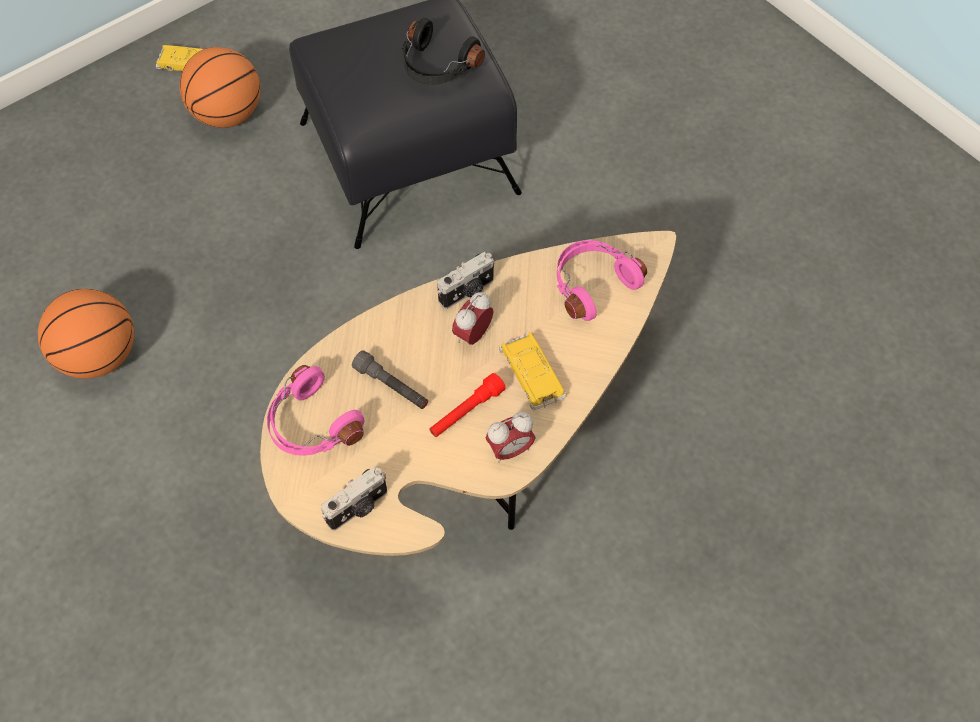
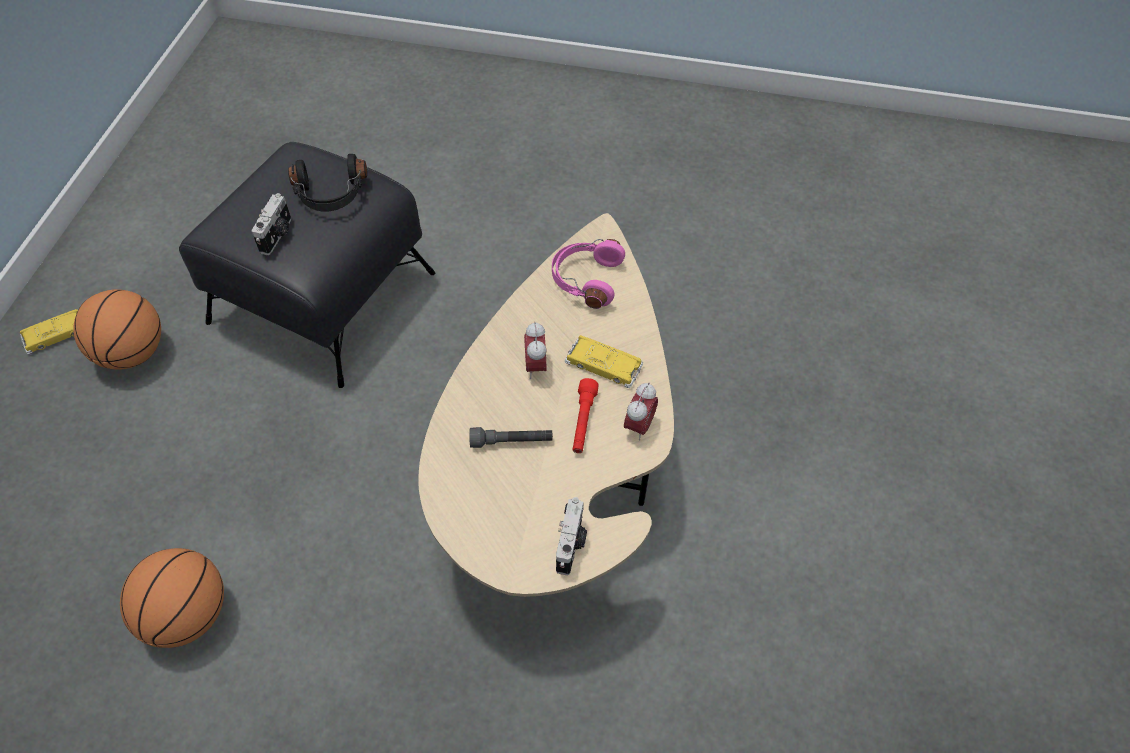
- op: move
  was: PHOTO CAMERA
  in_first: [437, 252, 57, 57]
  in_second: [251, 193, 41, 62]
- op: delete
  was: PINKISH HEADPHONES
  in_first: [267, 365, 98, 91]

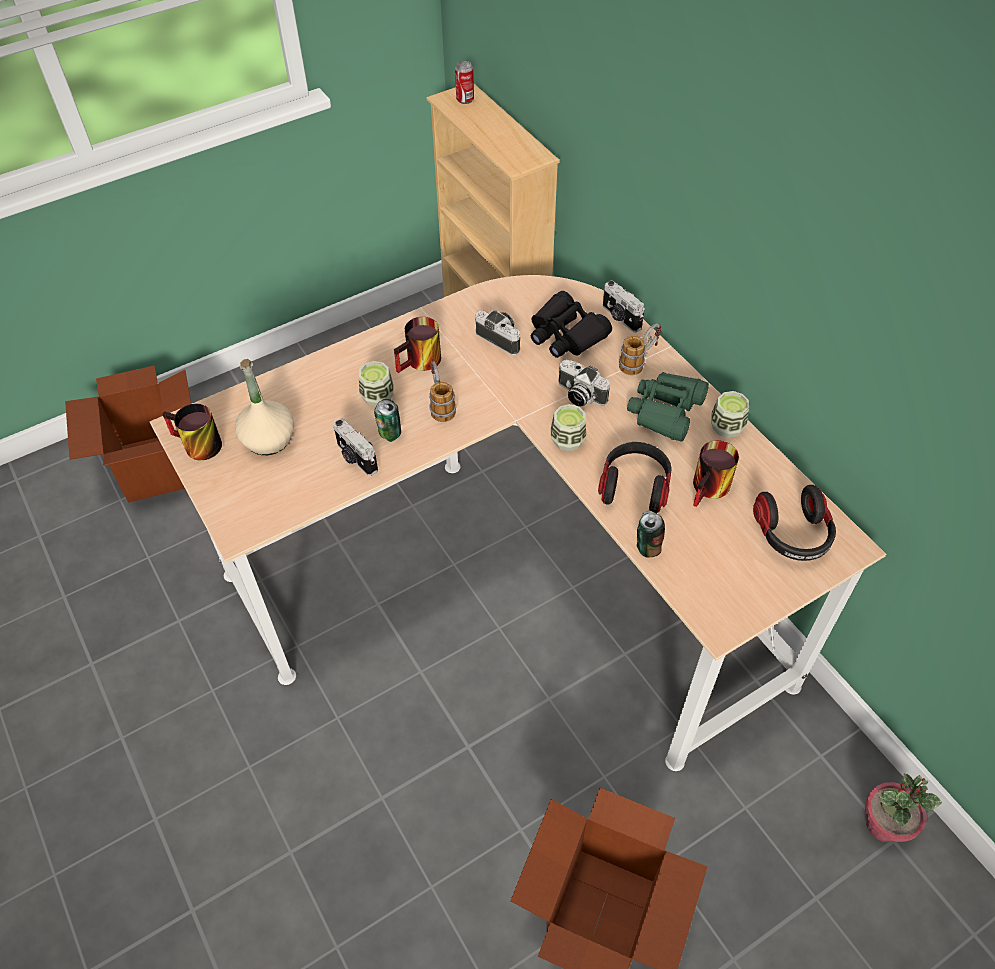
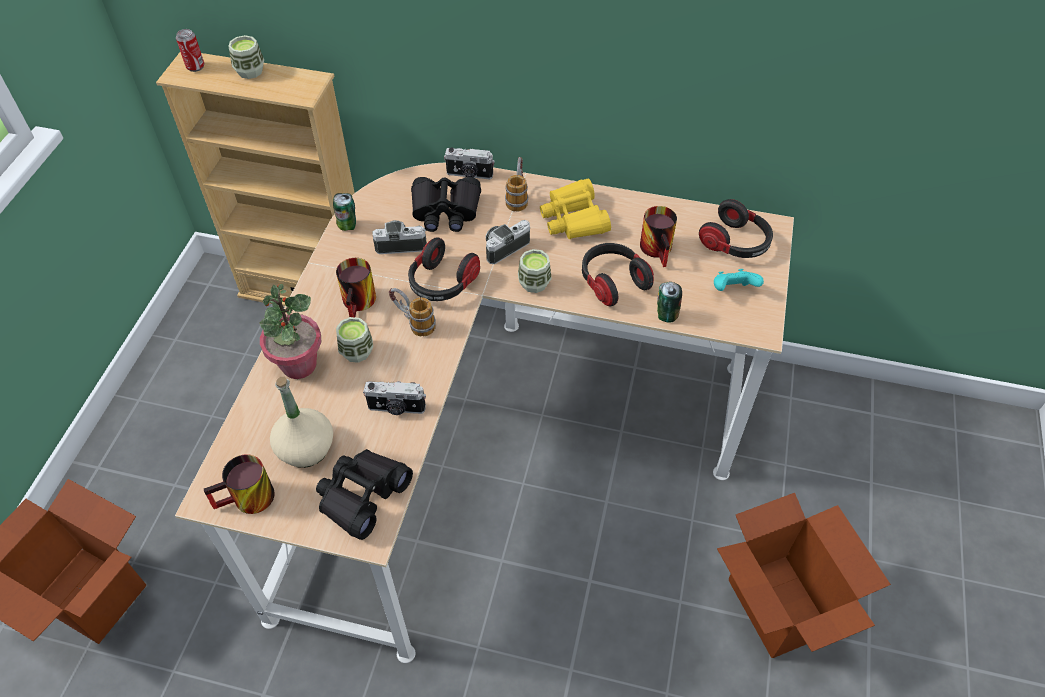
- op: move
  was: CUP
  in_first: [711, 391, 38, 47]
  in_second: [228, 35, 36, 44]
- op: move
  was: POTTED PLANT
  in_first: [865, 774, 77, 68]
  in_second: [259, 284, 62, 95]
- op: insert
  now: BLACK-COLOURED BINOCULARS
  in_second: [316, 449, 97, 91]
- op: move
  was: SEALED CAN
  in_first: [374, 399, 27, 43]
  in_second: [333, 193, 23, 38]
- op: insert
  now: HEADPHONES
  in_second: [408, 237, 72, 64]
- op: rotate
  was: PHOTO CAMERA
  in_first: [558, 360, 52, 47]
  in_second: [485, 220, 45, 44]
  clockwise: 150
- op: recolor
  was: GREENISH BINOCULARS
  now: YELLOW BINOCULARS
  in_first: [627, 372, 82, 69]
  in_second: [540, 179, 71, 60]
- op: insert
  now: TURQUOISE-COLOURED JOYPAD
  in_second: [714, 269, 50, 22]

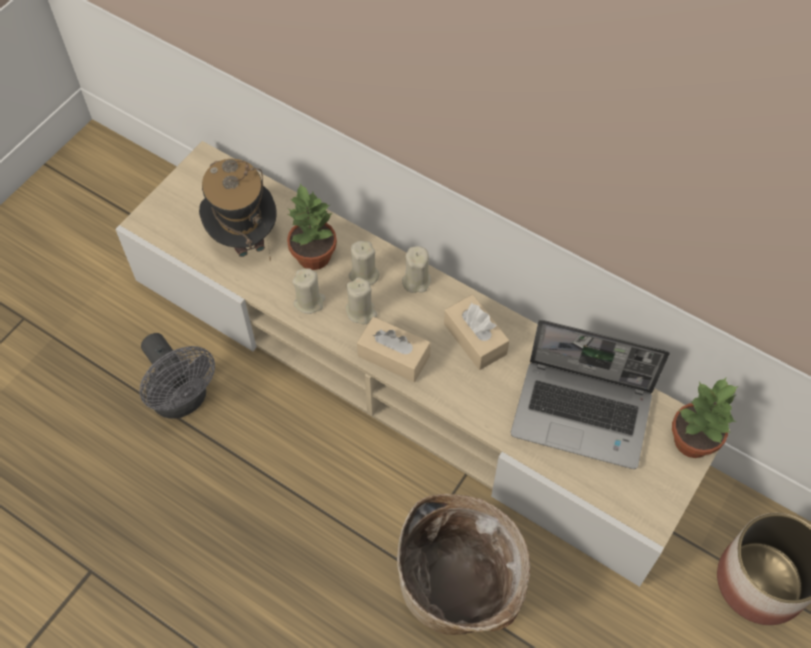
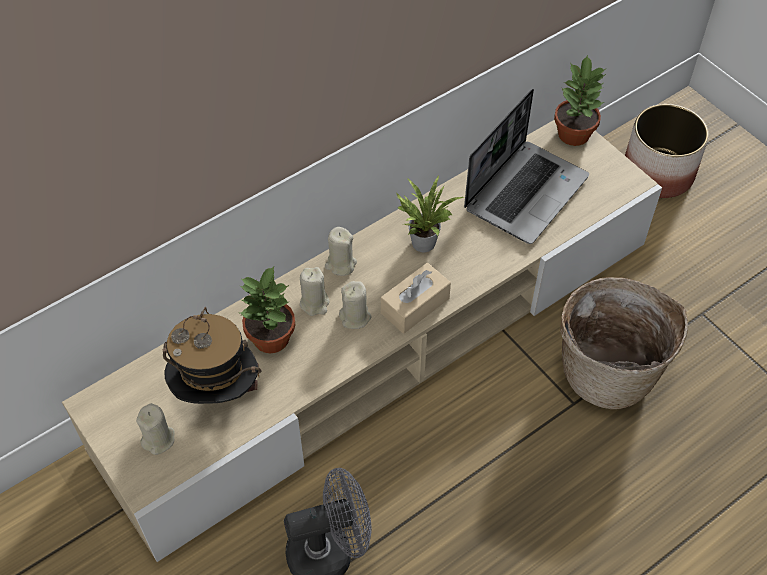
- op: move
  was: SAND-COLOURED CANDLE
  in_first: [292, 268, 34, 46]
  in_second: [136, 403, 39, 52]
- op: replace
  was: SAND-COLOURED BOX OF TISSUES
  now: POTTED PLANT
  in_first: [444, 294, 65, 76]
  in_second: [396, 175, 67, 77]

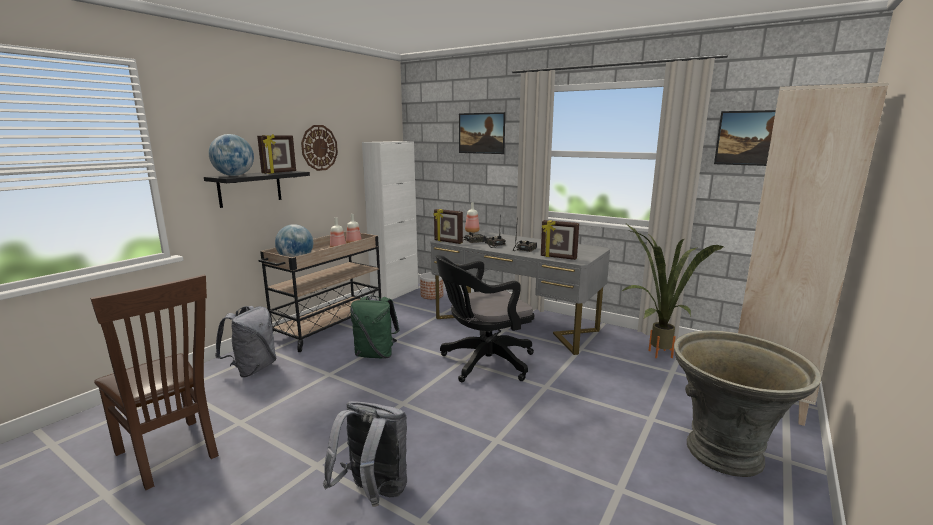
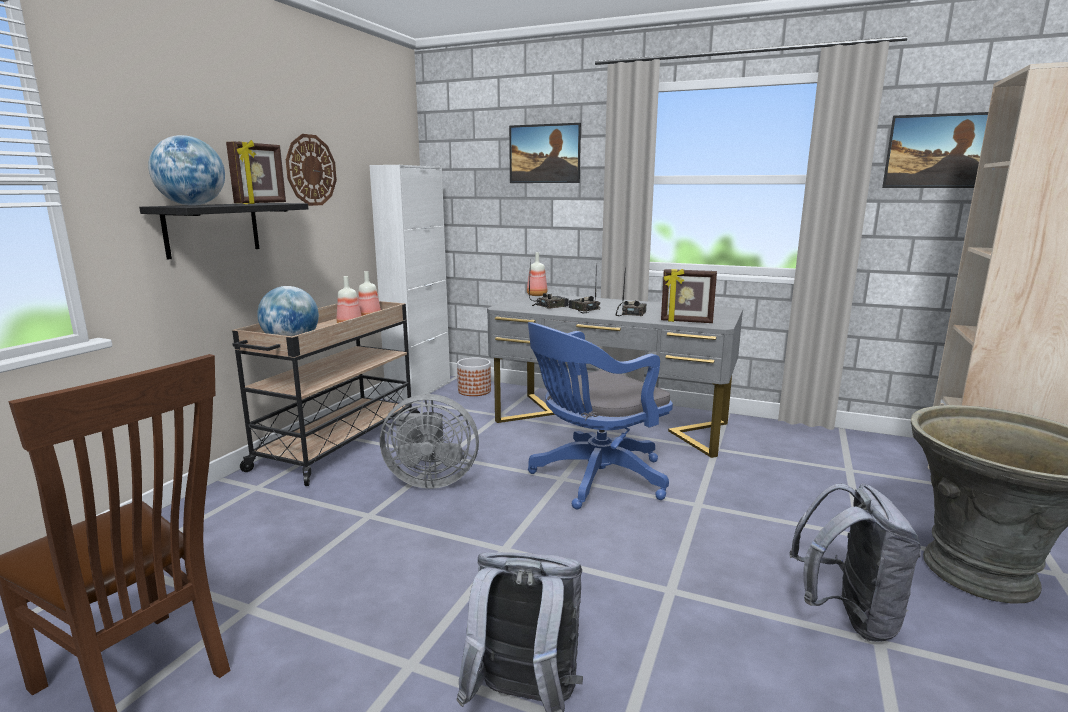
- op: replace
  was: GREENISH KNAPSACK
  now: GREYISH COOLING FAN
  in_first: [350, 296, 49, 63]
  in_second: [380, 394, 99, 95]
- op: recolor
  was: BLACK-COLOURED OFFICE CHAIR
  now: BLUE OFFICE CHAIR
  in_first: [436, 255, 98, 127]
  in_second: [528, 322, 145, 187]
- op: move
  was: GREYISH KNAPSACK
  in_first: [215, 306, 62, 72]
  in_second: [789, 483, 132, 159]
- op: delete
  was: PICTURE FRAME
  in_first: [433, 209, 30, 35]
- op: delete
  was: POTTED PLANT
  in_first: [620, 224, 104, 135]

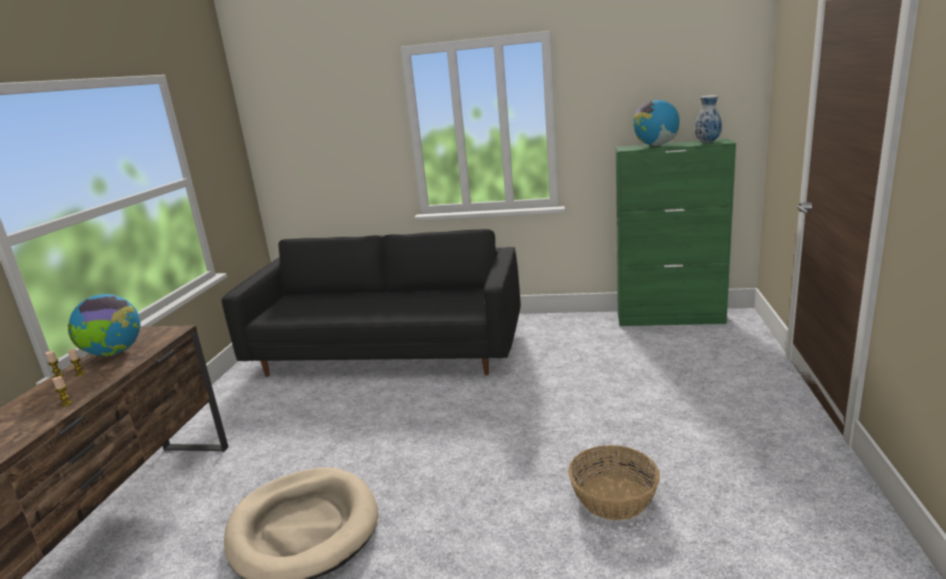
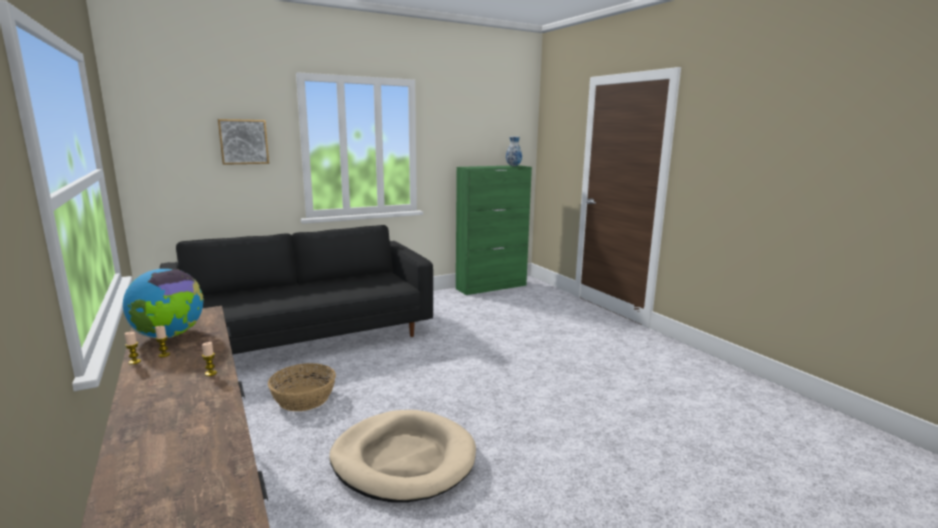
- op: insert
  now: WALL PICTURE
  in_second: [218, 119, 51, 46]
- op: move
  was: STORAGE BASKET
  in_first: [568, 445, 92, 75]
  in_second: [268, 363, 68, 48]
- op: delete
  was: GLOBE
  in_first: [633, 100, 47, 46]

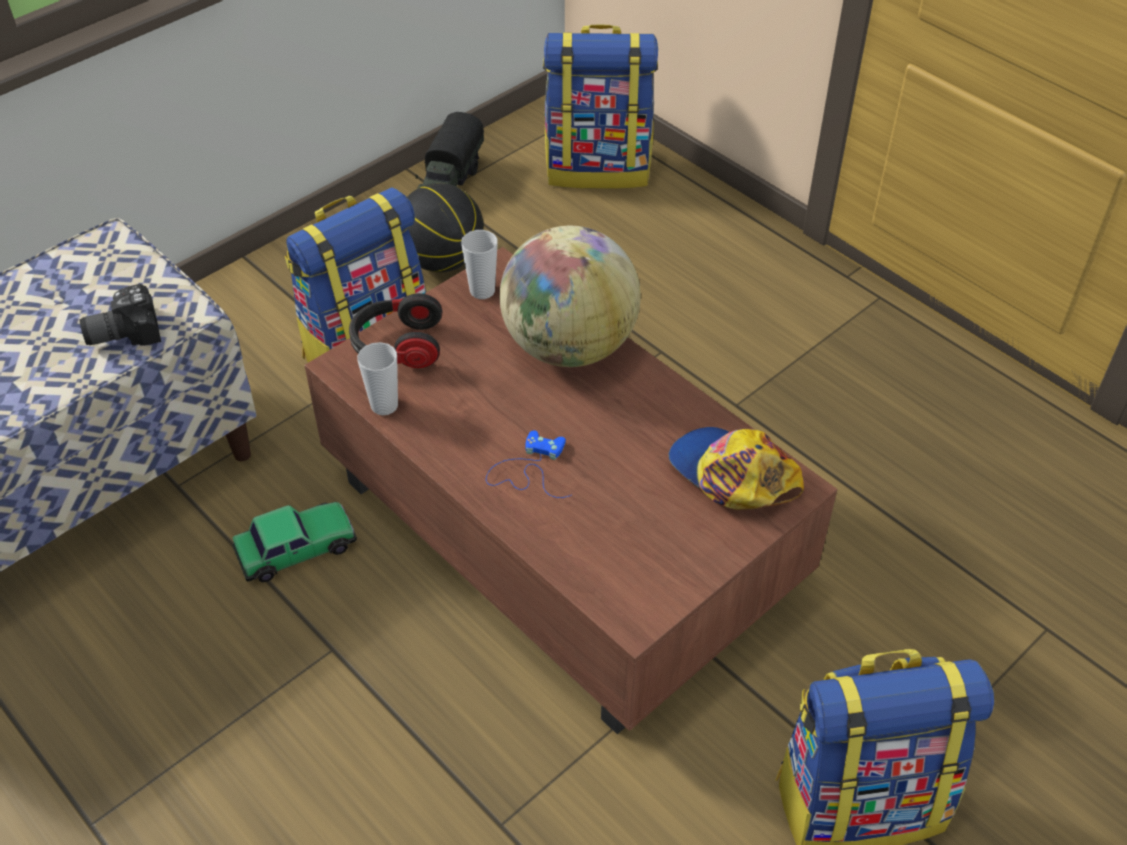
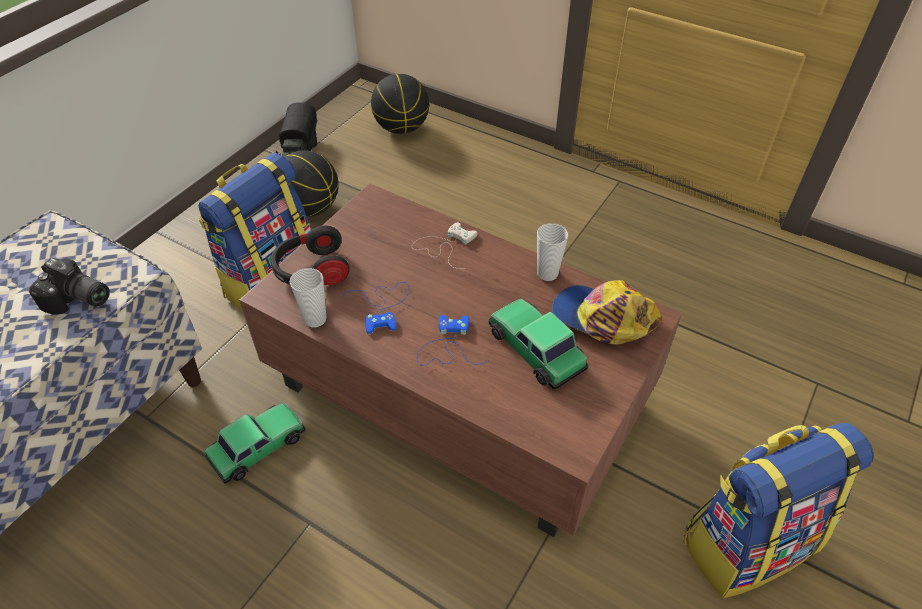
- op: rotate
  was: PHOTO CAMERA
  in_first: [80, 284, 81, 62]
  in_second: [29, 258, 81, 57]
  clockwise: -120
- op: insert
  now: BLUE JOYPAD
  in_second: [342, 282, 67, 52]
- op: replace
  was: KNAPSACK
  now: BALL FOR BASKETBALL
  in_first: [543, 24, 115, 165]
  in_second: [371, 74, 58, 60]
- op: replace
  was: GLOBE
  now: WHITE JOYPAD
  in_first: [500, 226, 141, 141]
  in_second: [412, 222, 66, 47]
- op: insert
  now: TOY CAR
  in_second: [489, 299, 99, 91]
- op: move
  was: CUP
  in_first: [461, 230, 37, 69]
  in_second: [537, 223, 31, 58]

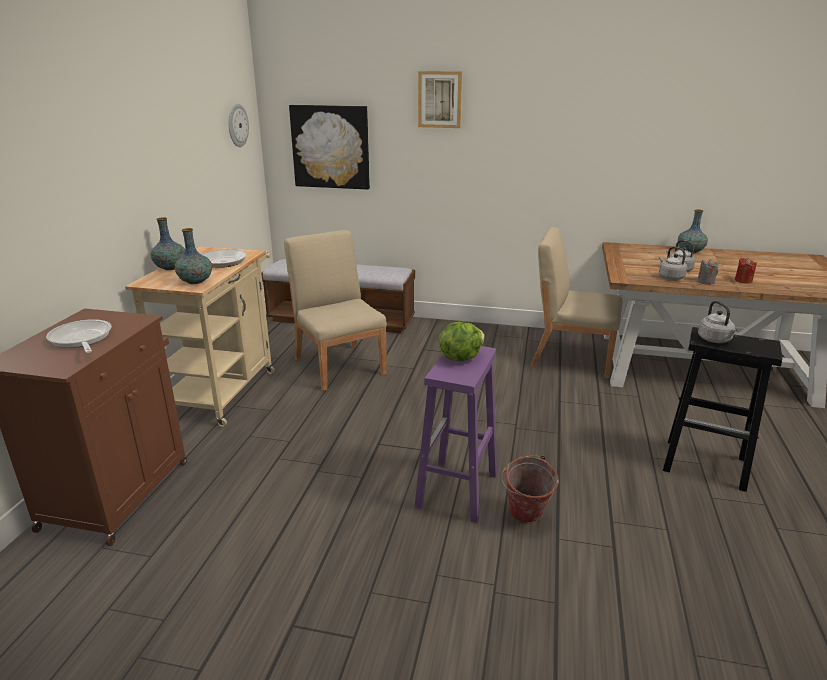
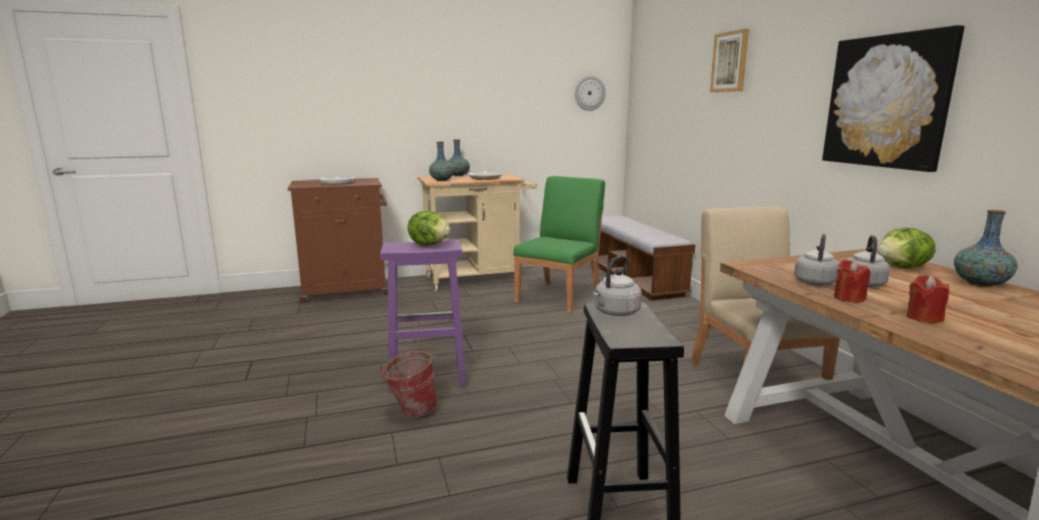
- op: recolor
  was: SAND-COLOURED CHAIR
  now: GREENISH CHAIR
  in_first: [284, 230, 103, 161]
  in_second: [513, 176, 92, 137]
- op: move
  was: WALL PICTURE
  in_first: [289, 105, 81, 85]
  in_second: [822, 25, 142, 147]
- op: recolor
  was: GREYISH CANDLE
  now: RED CANDLE
  in_first: [697, 259, 22, 26]
  in_second: [834, 260, 37, 43]
- op: insert
  now: HEAD OF LETTUCE
  in_second: [878, 227, 58, 42]

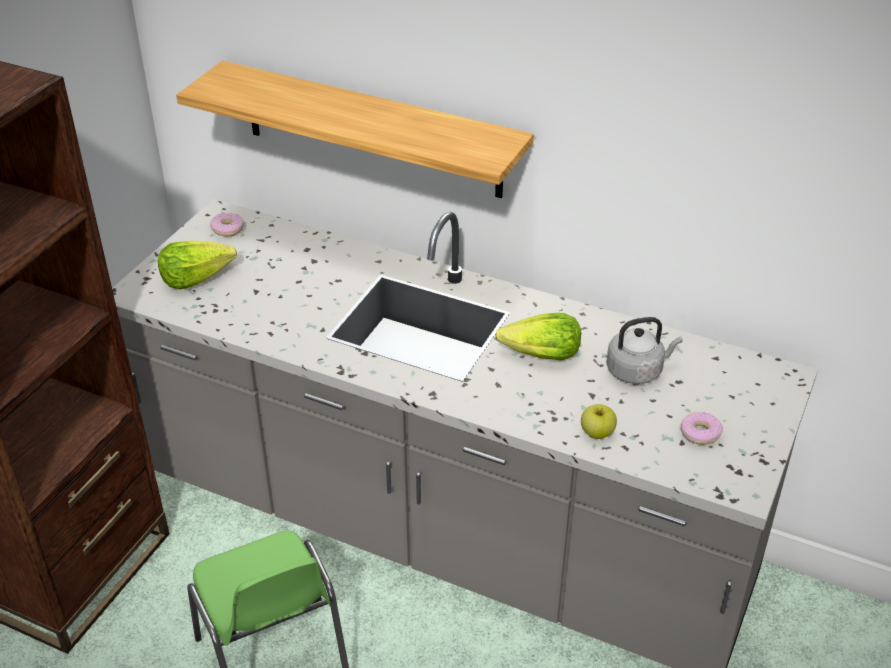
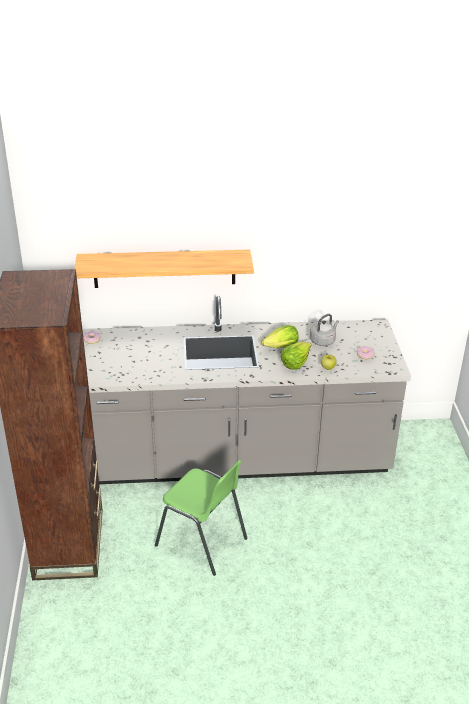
- op: move
  was: HEAD OF LETTUCE
  in_first: [158, 241, 79, 48]
  in_second: [281, 342, 30, 27]

